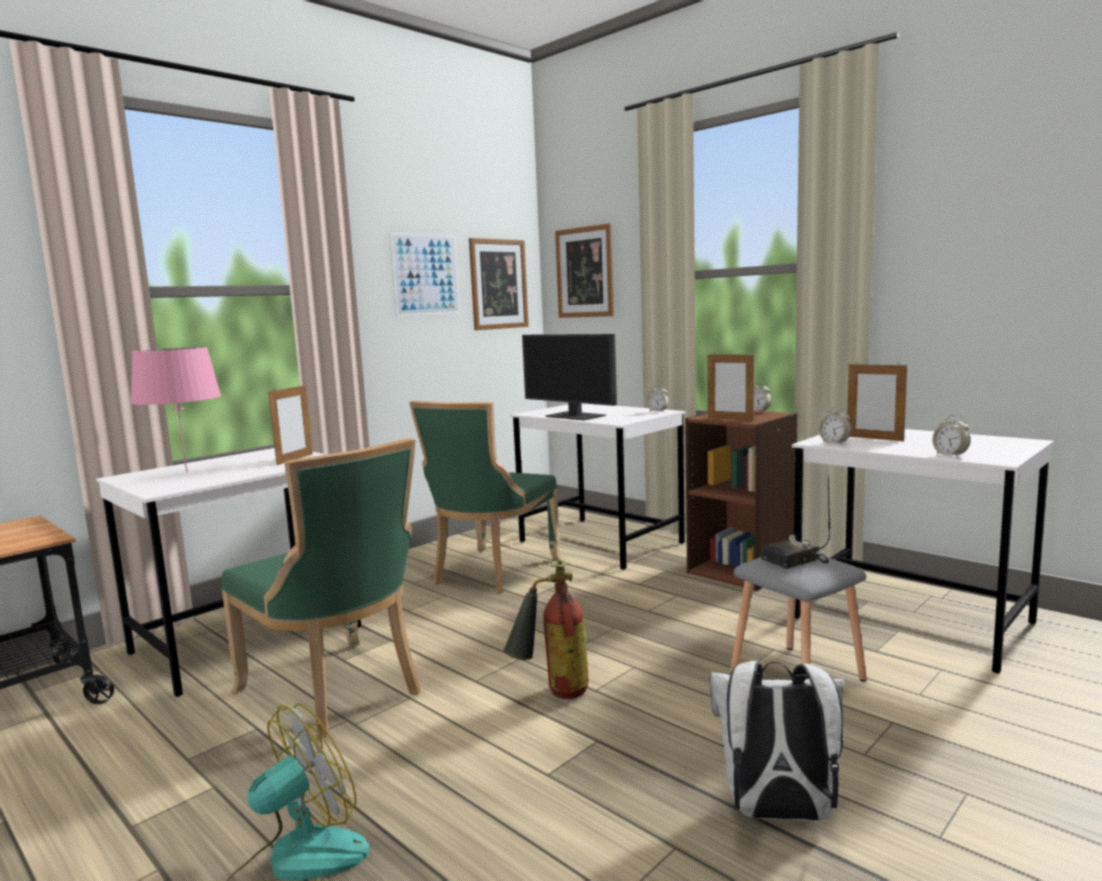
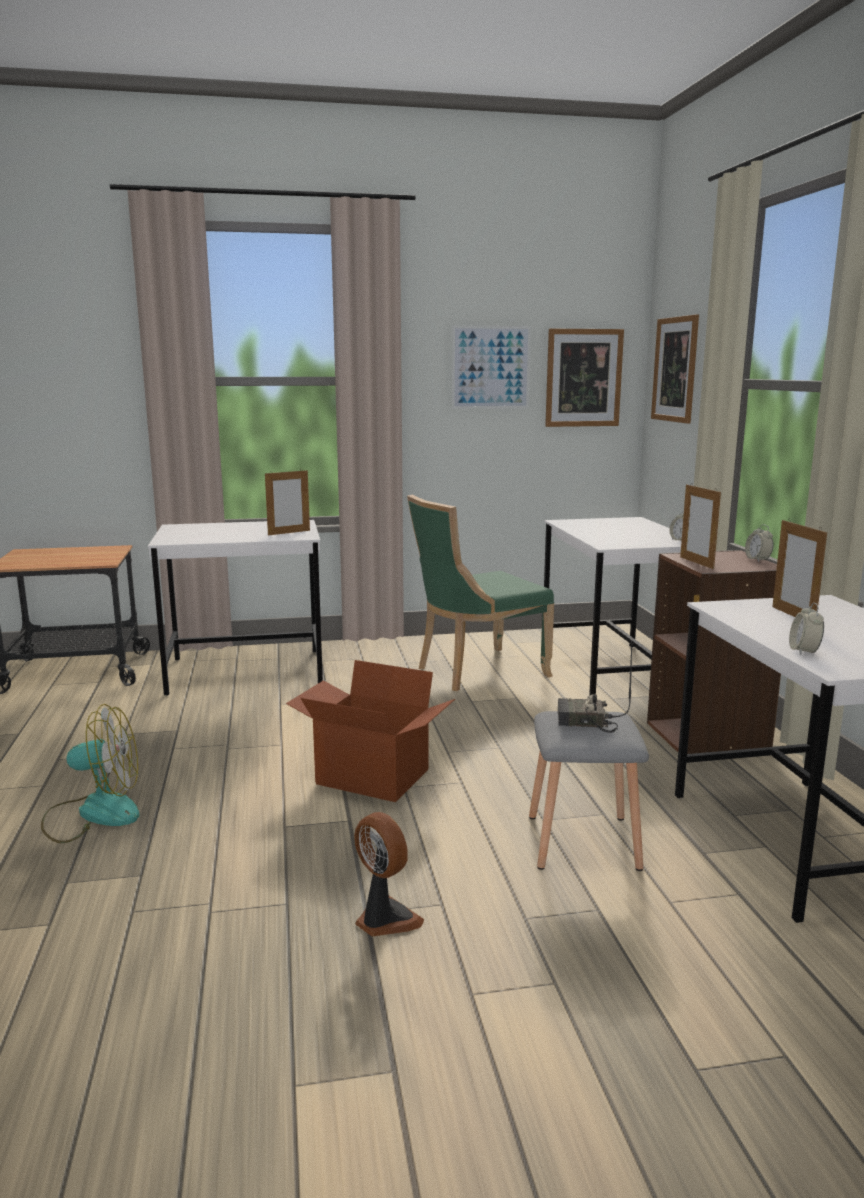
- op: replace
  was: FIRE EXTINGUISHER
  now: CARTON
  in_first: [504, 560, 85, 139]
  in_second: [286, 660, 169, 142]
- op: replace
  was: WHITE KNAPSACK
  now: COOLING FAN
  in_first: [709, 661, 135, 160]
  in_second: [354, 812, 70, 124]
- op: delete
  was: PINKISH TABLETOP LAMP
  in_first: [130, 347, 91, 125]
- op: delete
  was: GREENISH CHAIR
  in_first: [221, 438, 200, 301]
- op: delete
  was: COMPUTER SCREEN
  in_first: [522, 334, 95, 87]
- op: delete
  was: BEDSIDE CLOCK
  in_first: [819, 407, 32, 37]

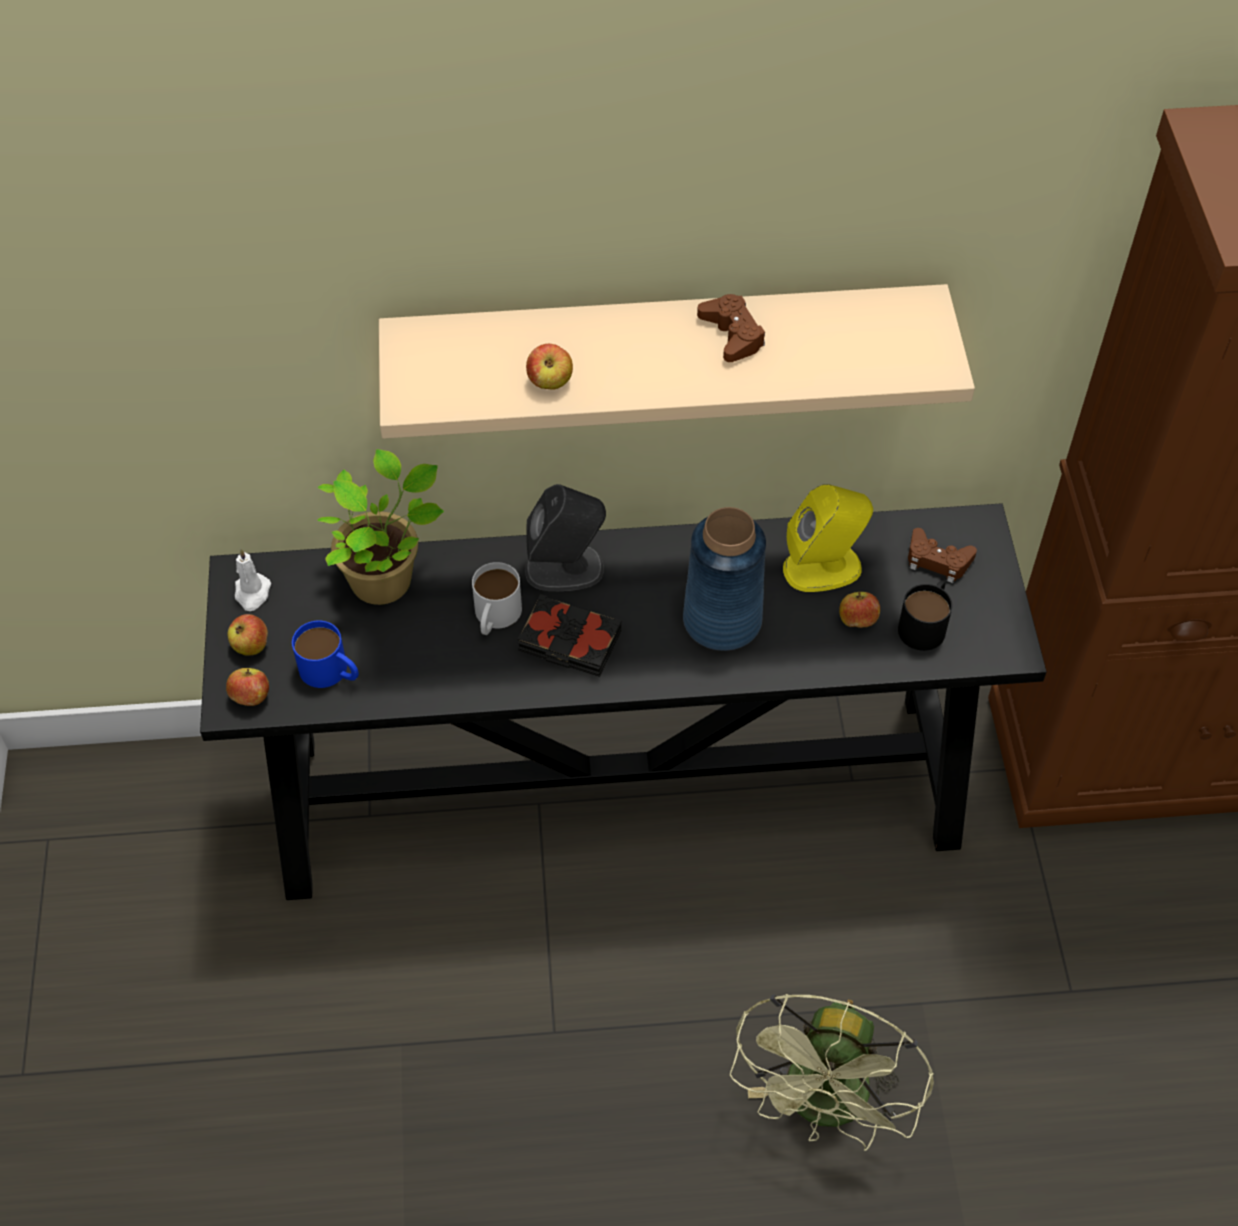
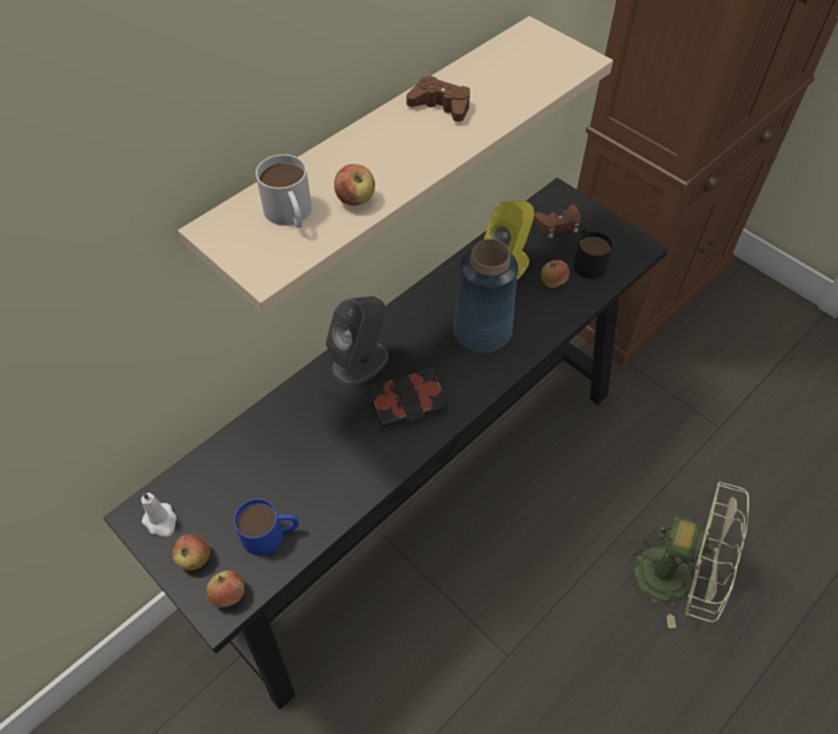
- op: move
  was: WHITE TEA MUG
  in_first: [472, 562, 50, 73]
  in_second: [256, 154, 56, 74]
- op: rotate
  was: GREENISH COOLING FAN
  in_first: [730, 994, 204, 157]
  in_second: [622, 479, 127, 149]
  clockwise: -45
- op: delete
  was: POTTED PLANT
  in_first: [317, 449, 127, 156]

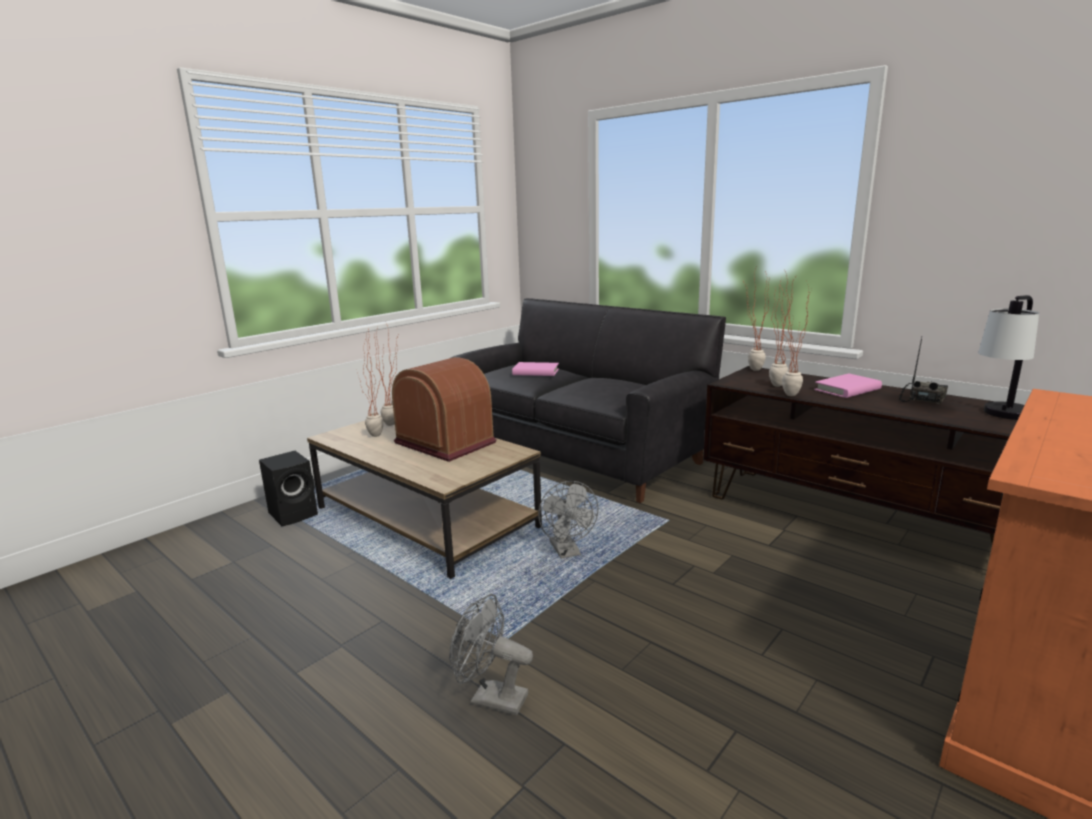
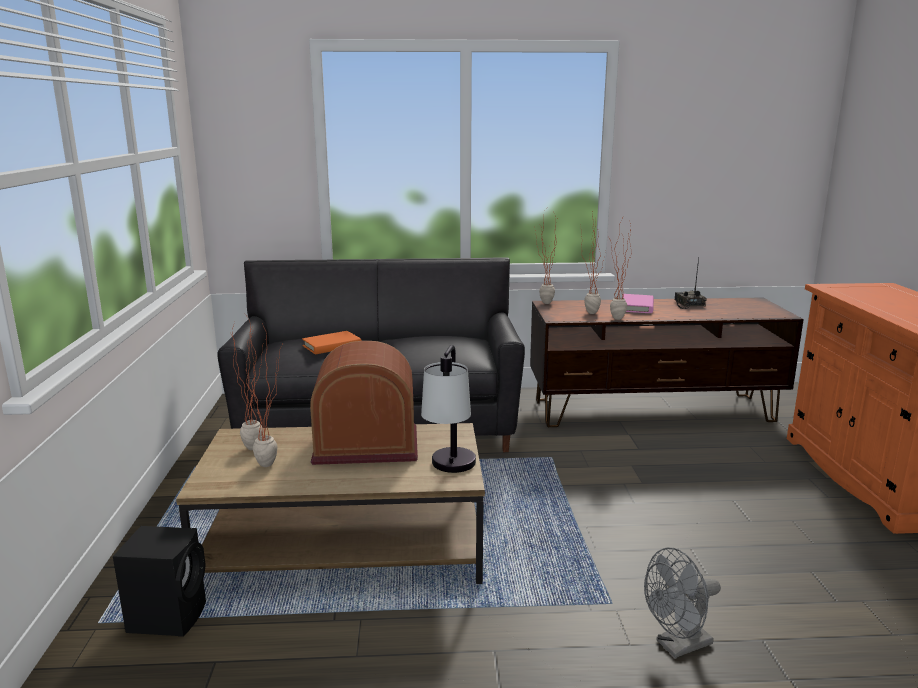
- op: recolor
  was: PINKISH BOUND BOOK
  now: ORANGE BOUND BOOK
  in_first: [512, 362, 47, 14]
  in_second: [302, 331, 60, 23]
- op: move
  was: TABLETOP LAMP
  in_first: [978, 295, 61, 125]
  in_second: [421, 345, 55, 128]
- op: delete
  was: GREYISH COOLING FAN
  in_first: [538, 481, 60, 78]

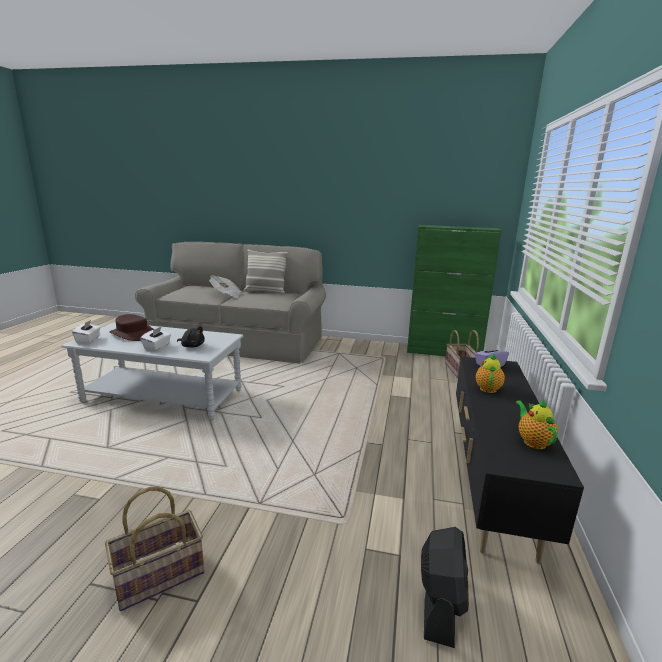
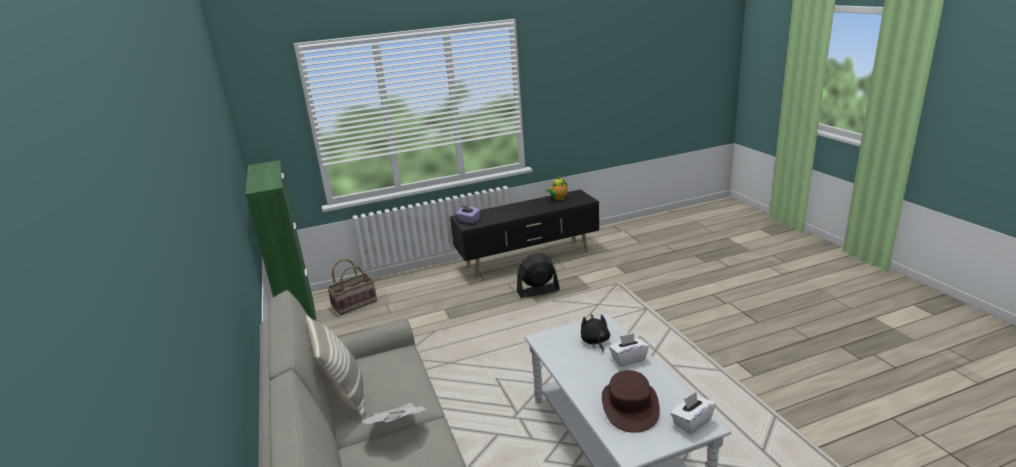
- op: move
  was: BLACK-COLOURED COOLING FAN
  in_first: [421, 527, 48, 121]
  in_second: [517, 252, 43, 46]
- op: delete
  was: STORAGE BASKET
  in_first: [105, 487, 100, 124]
- op: delete
  was: TEAPOT
  in_first: [476, 353, 29, 40]

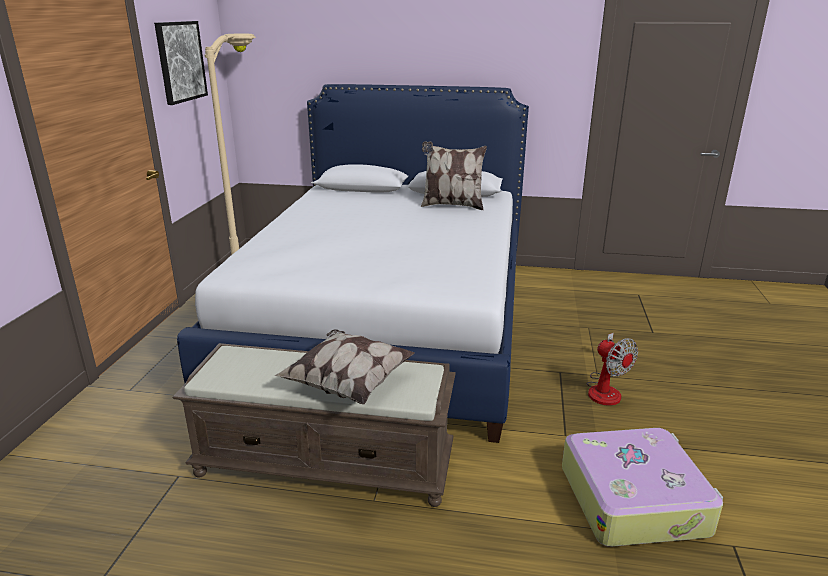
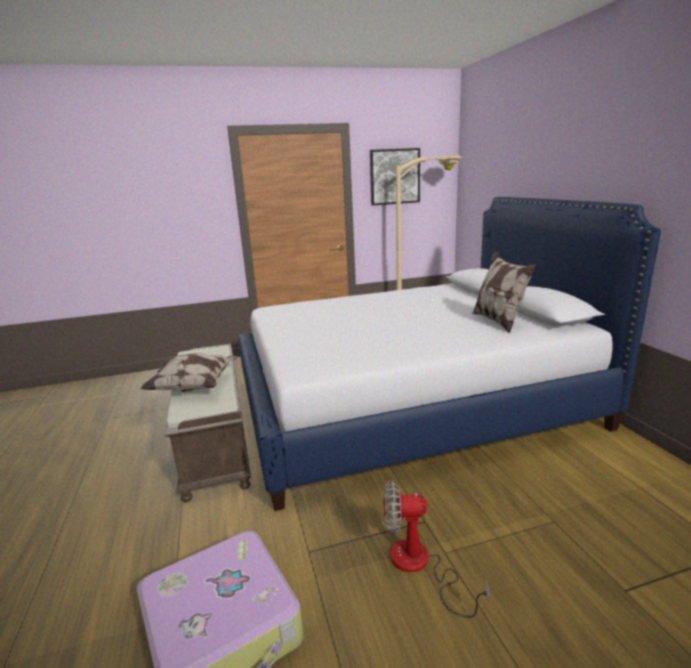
- op: rotate
  was: COOLING FAN
  in_first: [587, 333, 51, 73]
  in_second: [383, 480, 106, 138]
  clockwise: 60

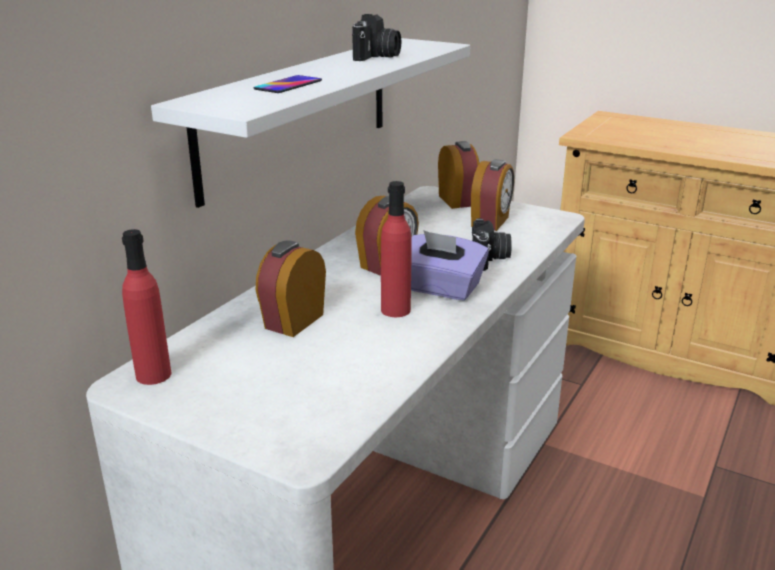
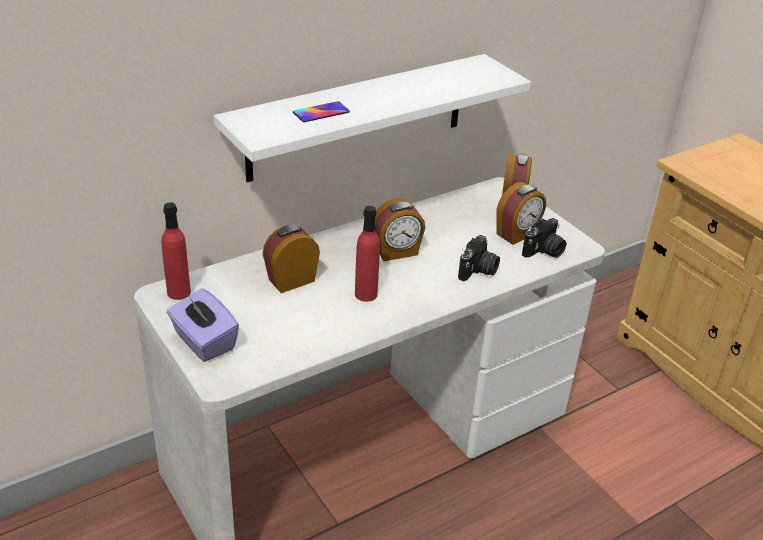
- op: move
  was: PURPLE-COLOURED BOX OF TISSUES
  in_first: [411, 230, 78, 71]
  in_second: [167, 289, 72, 73]
- op: move
  was: PHOTO CAMERA
  in_first: [352, 14, 49, 47]
  in_second: [522, 218, 44, 40]

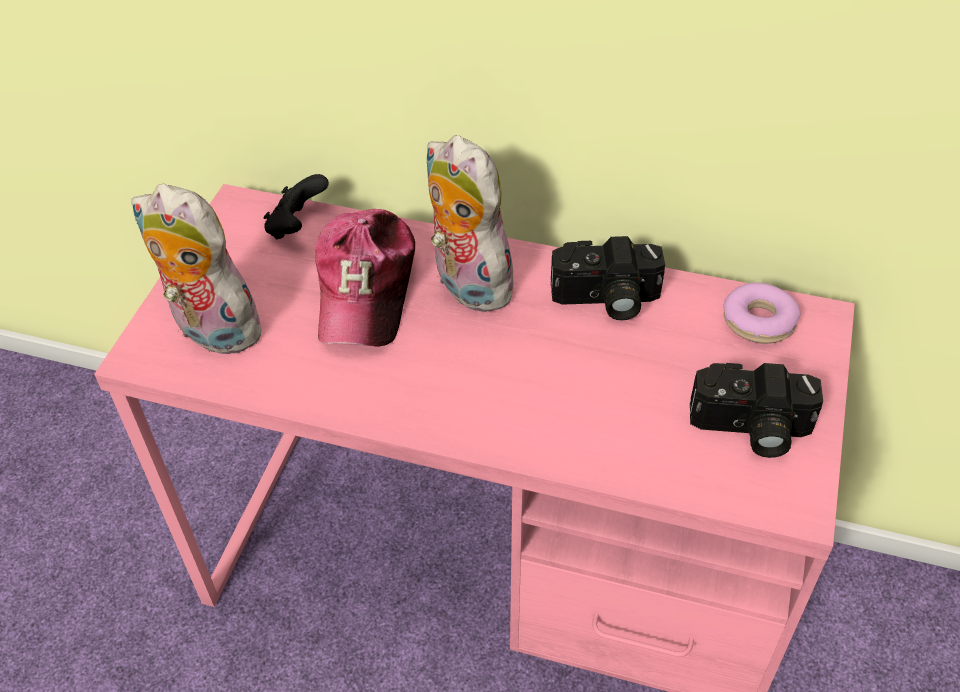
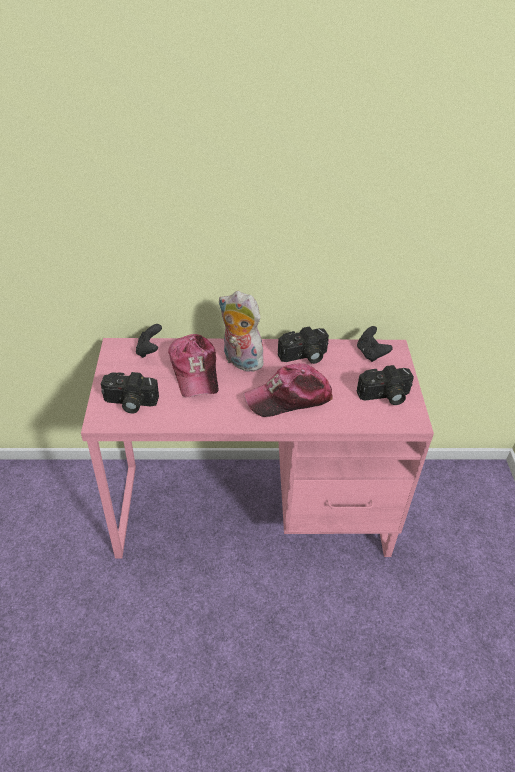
- op: replace
  was: PLUSH TOY
  now: PHOTO CAMERA
  in_first: [131, 184, 137, 173]
  in_second: [101, 372, 58, 42]
- op: insert
  now: BASEBALL CAP
  in_second: [244, 363, 89, 54]
- op: replace
  was: DONUT
  now: BLACK-COLOURED JOYPAD
  in_first: [723, 283, 78, 61]
  in_second: [357, 326, 36, 36]

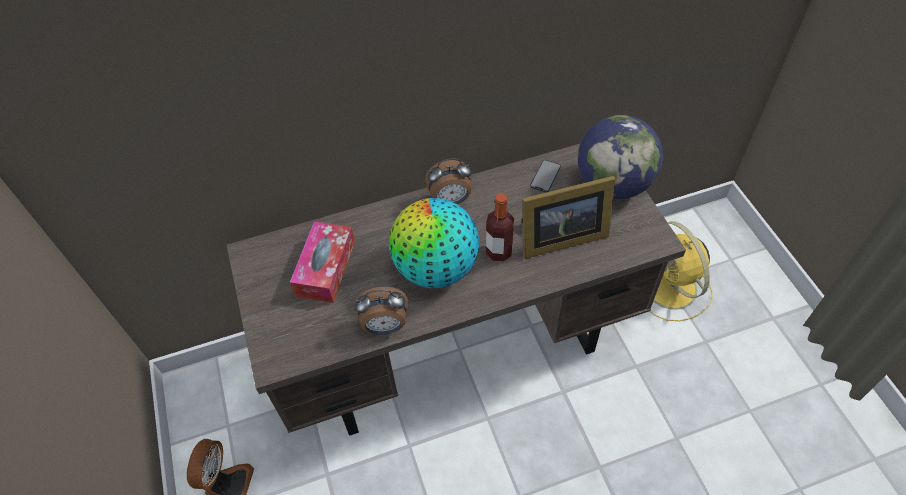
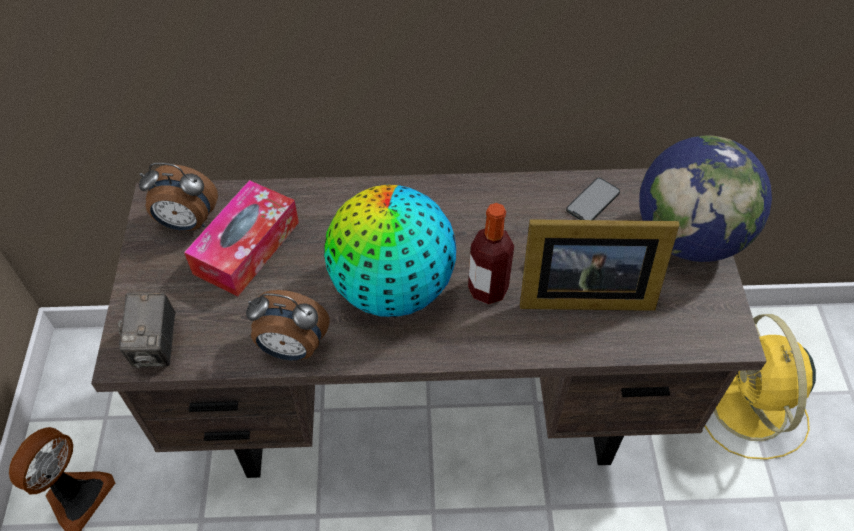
- op: insert
  now: PHOTO CAMERA
  in_second: [118, 292, 58, 76]
- op: move
  was: BEDSIDE CLOCK
  in_first: [425, 158, 47, 46]
  in_second: [139, 163, 79, 68]

